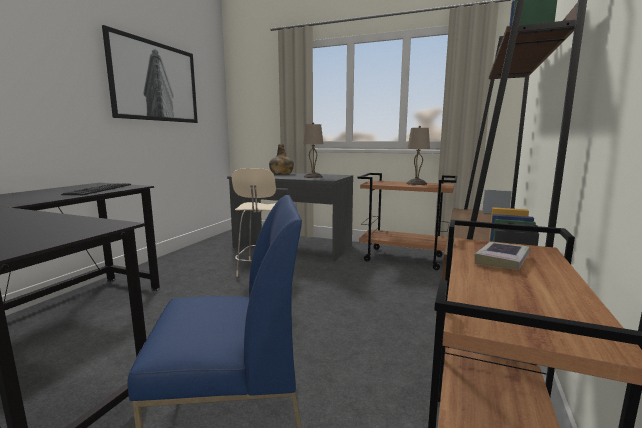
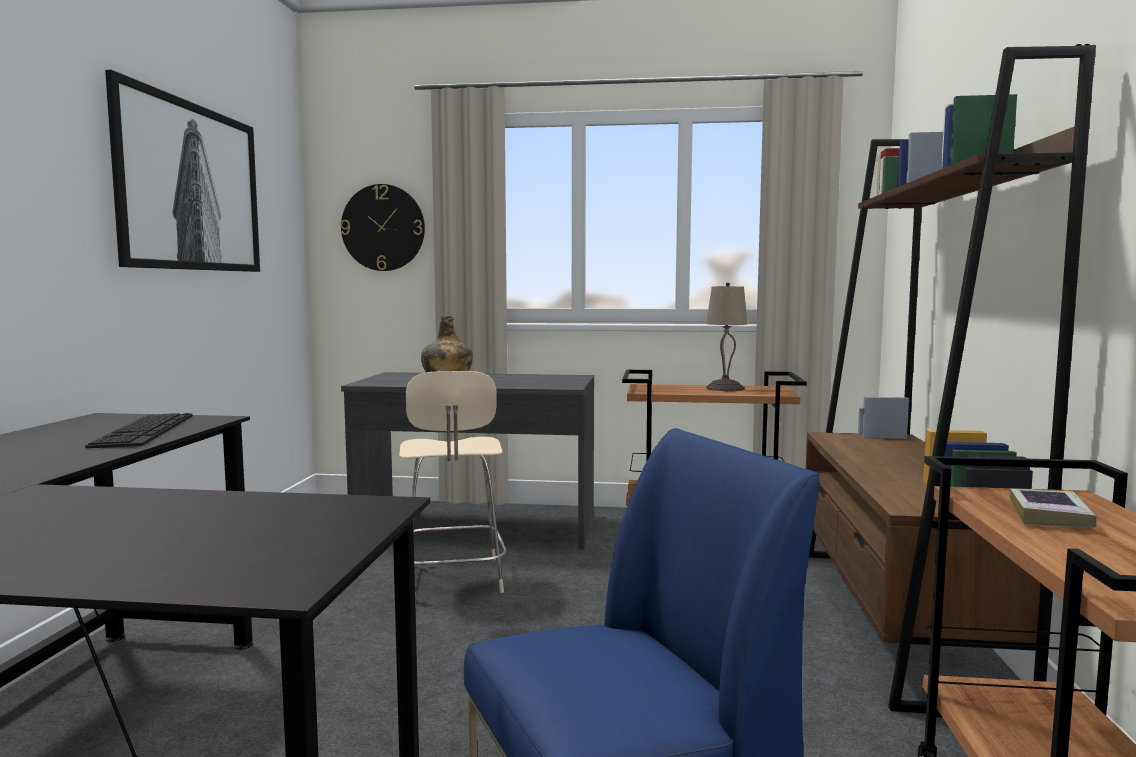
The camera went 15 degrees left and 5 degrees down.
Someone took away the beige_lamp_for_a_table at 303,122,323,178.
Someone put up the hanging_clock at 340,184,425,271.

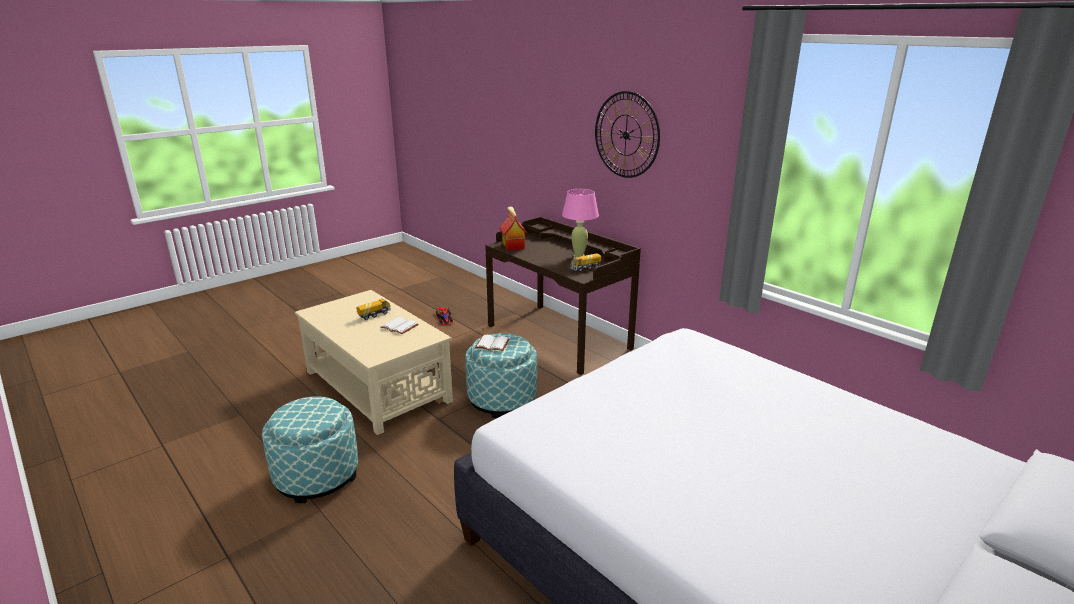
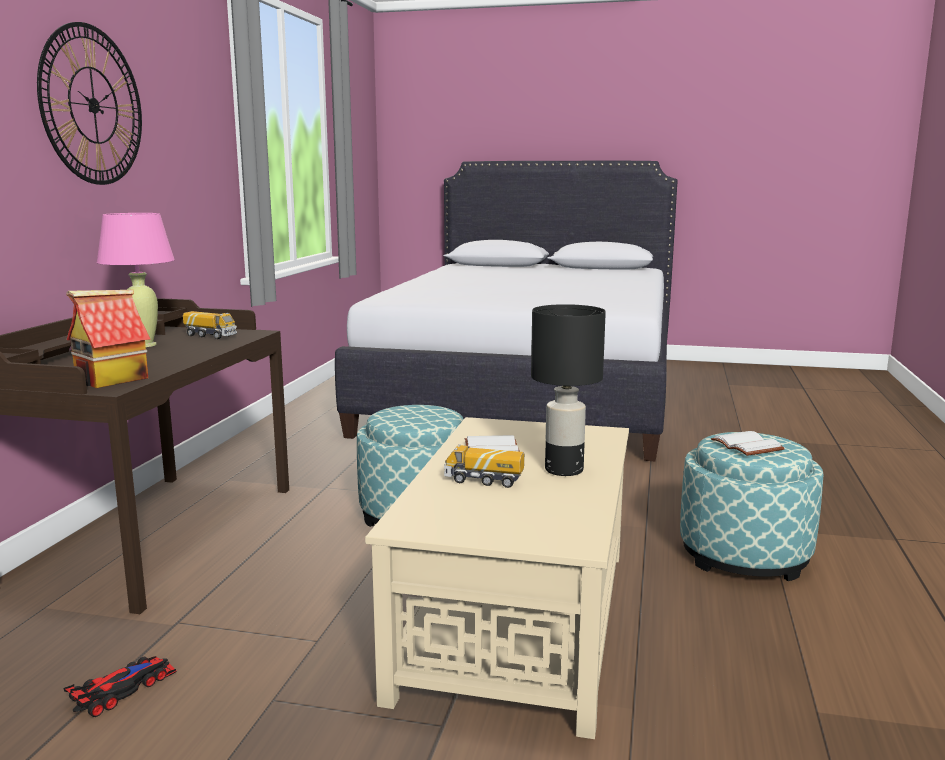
The camera went 125 degrees left and 10 degrees down.
Someone carried the whitish_bound_book from 475,335,509,351 to 711,431,785,456.
Someone put down the black-coloured_lamp_for_a_table at 531,304,606,476.

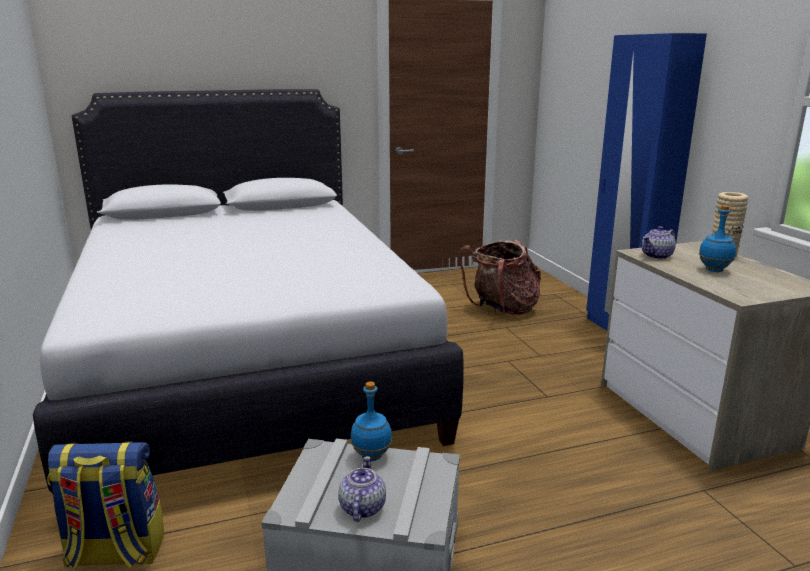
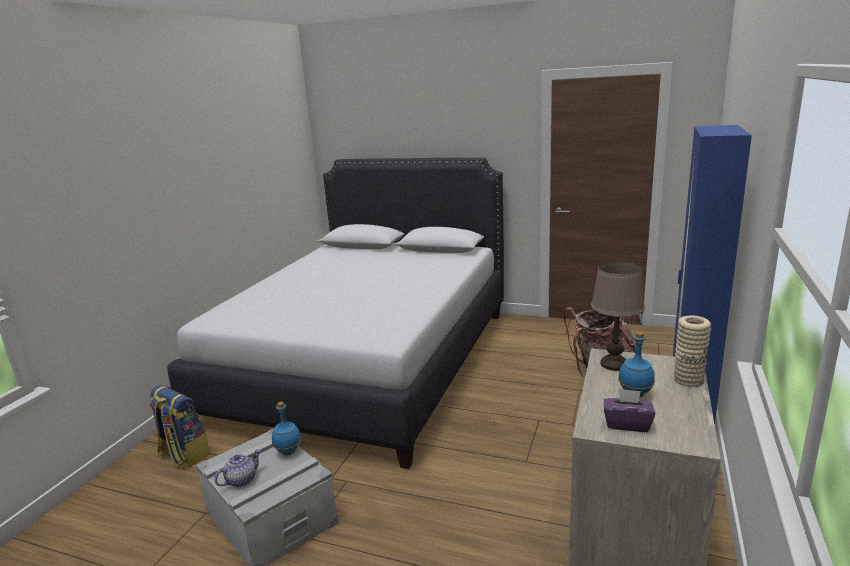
The camera went 40 degrees right and 0 degrees up.
Someone swapped the teapot at 642,226,676,259 for the brown-coloured_lamp_for_a_table at 591,261,645,371.
Someone put down the purple_tissue_holder at 604,389,655,432.

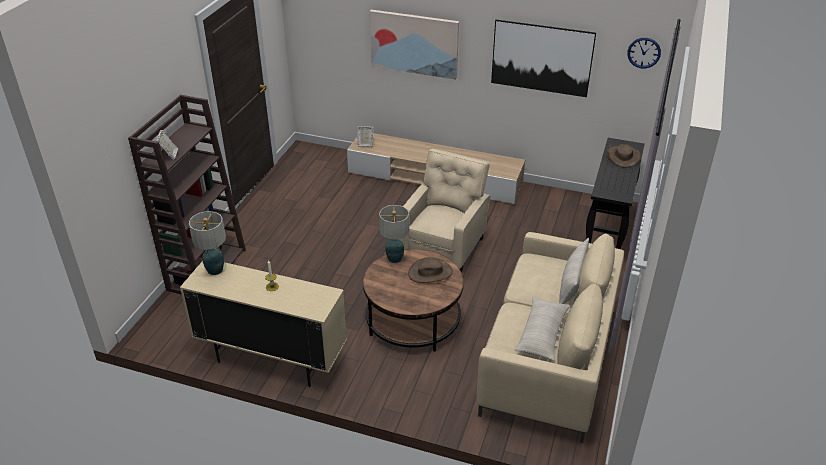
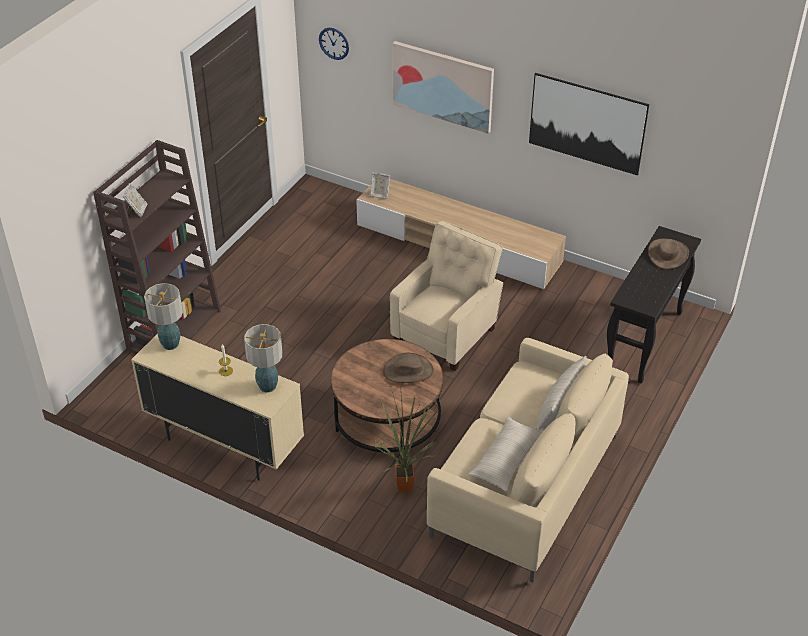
The camera went 10 degrees right and 5 degrees up.
Someone carried the hanging_clock from 627,38,661,68 to 319,28,349,60.
Someone carried the lamp_for_a_table from 379,205,409,263 to 244,324,282,392.
Someone put down the houseplant at 371,383,437,493.

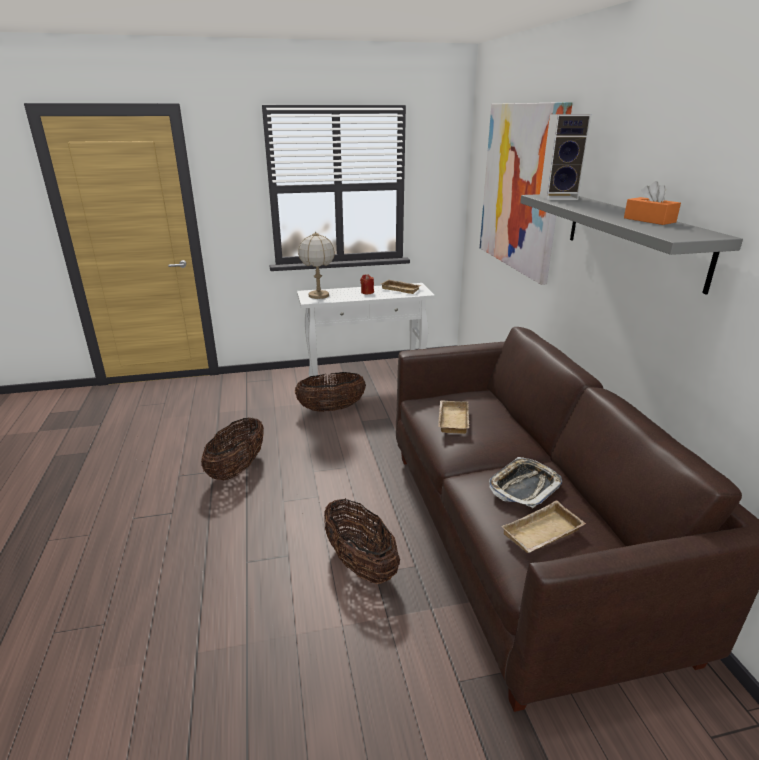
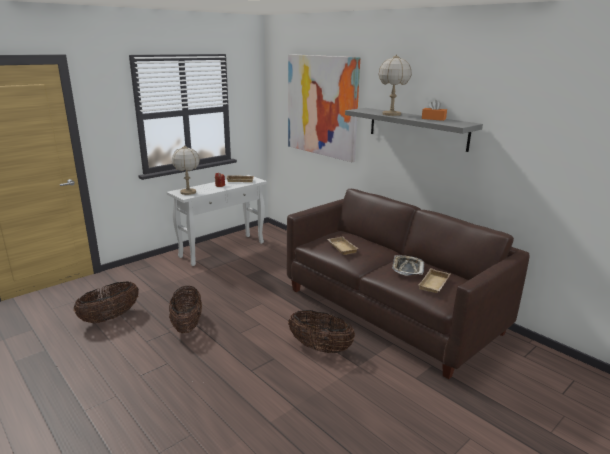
The camera went 30 degrees left and 5 degrees down.
Someone took away the speaker at 540,114,592,200.
Someone carried the basket from 295,372,366,412 to 74,281,139,323.
Someone put down the lamp_for_a_table at 379,54,411,116.

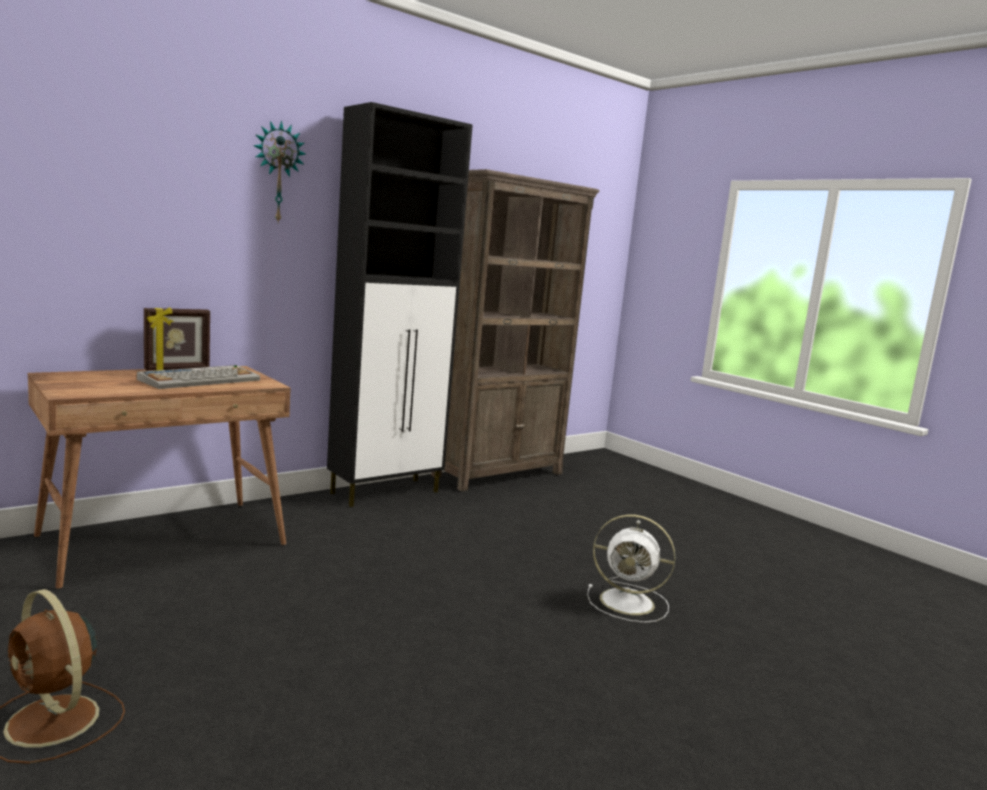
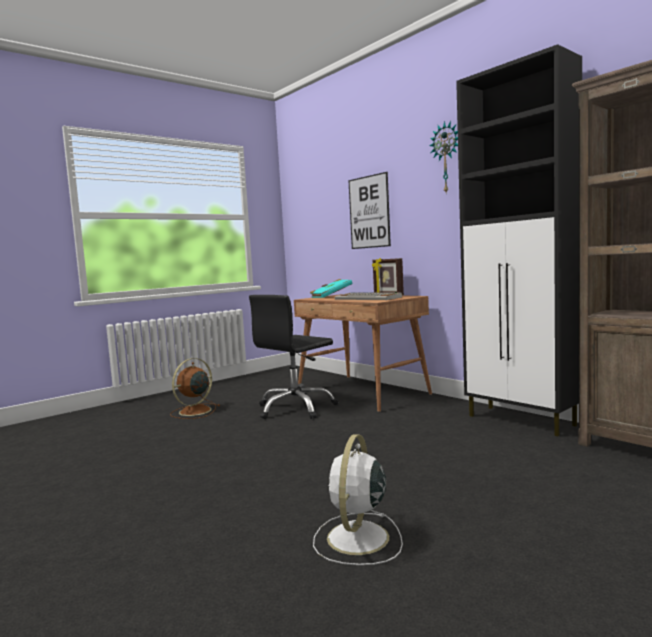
The camera went 90 degrees right and 5 degrees down.
Someone put up the wall_art at 348,172,391,249.
Someone put down the blue-green_bound_book at 310,279,353,298.
Someone put down the black-coloured_computer_chair at 249,295,338,419.

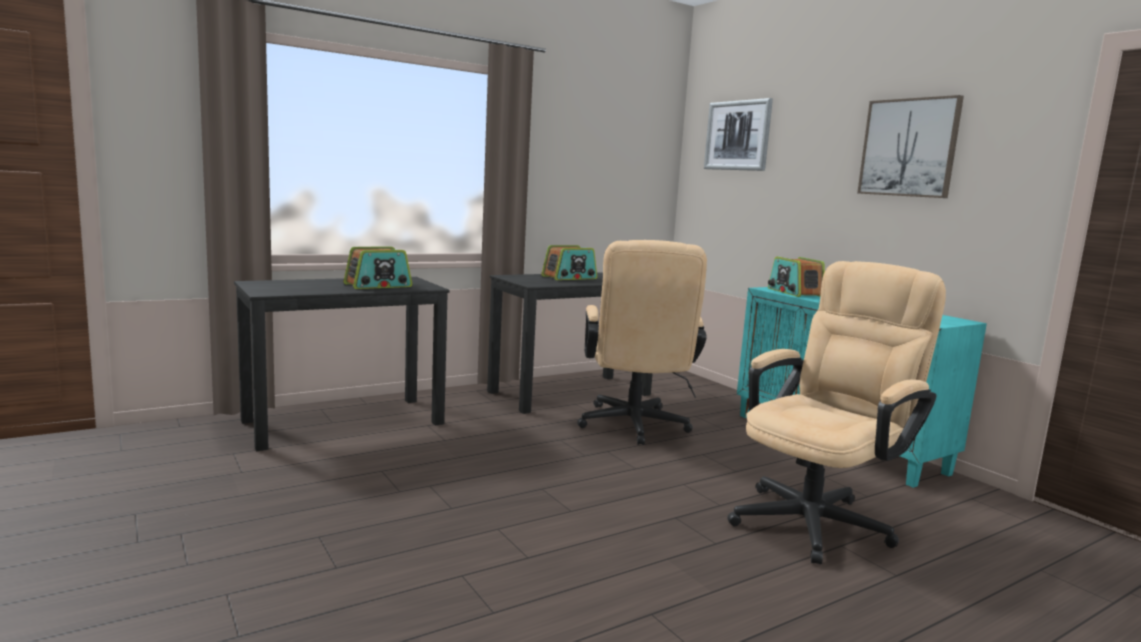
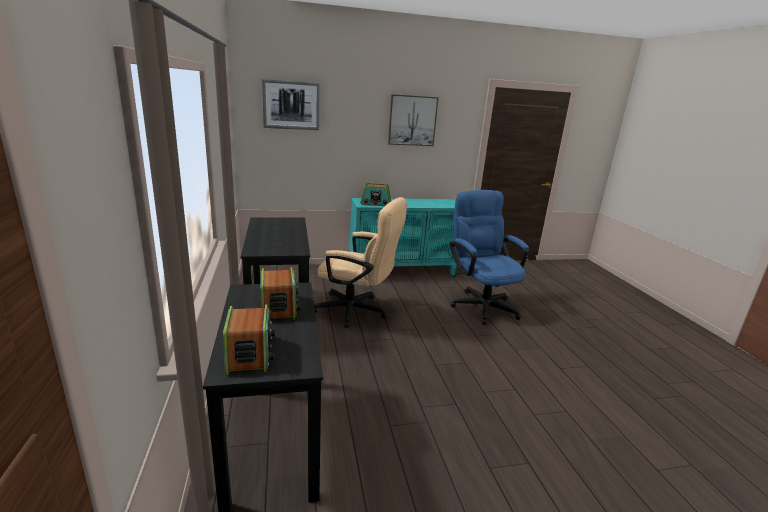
The camera went 70 degrees left and 10 degrees up.
Someone carried the radio_set from 541,245,597,280 to 223,305,275,375.
Someone repainted the beige_computer_chair at 727,261,946,564, which became the blue_computer_chair at 449,190,529,325.

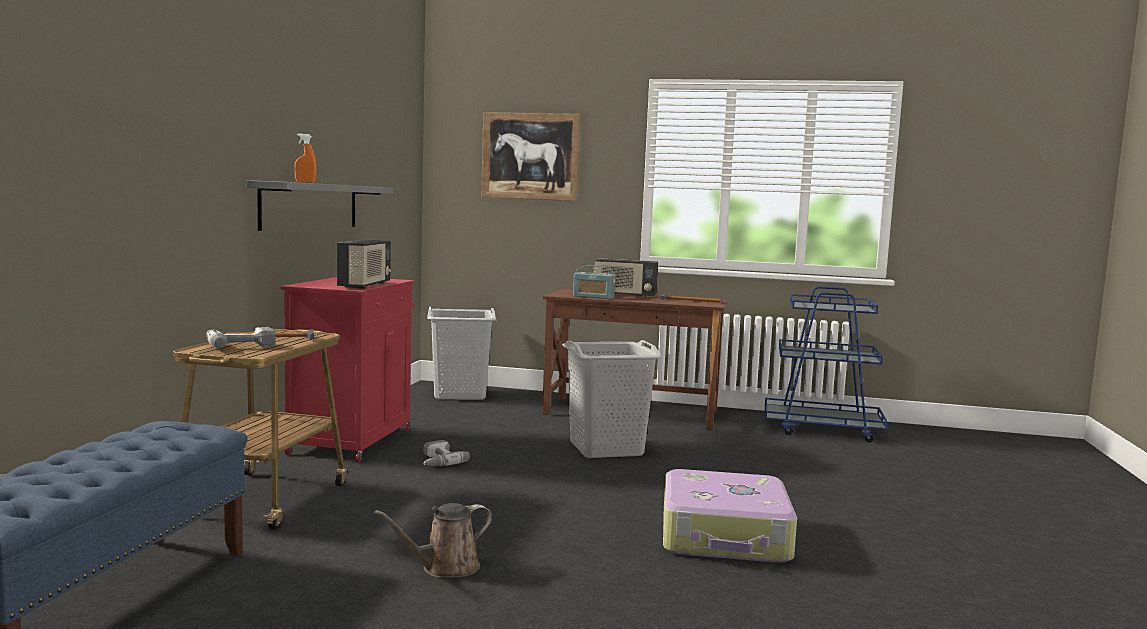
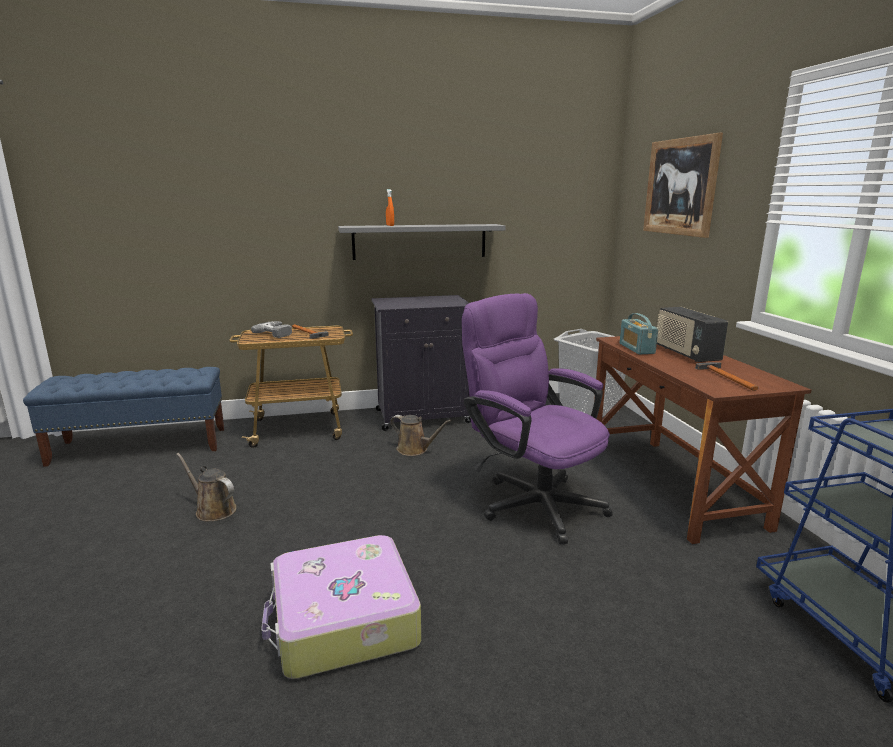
The camera went 65 degrees right and 10 degrees up.
Someone took away the radio_set at 337,240,391,289.
Someone repainted the red_cabinet at 281,277,415,463, which became the black-coloured_cabinet at 371,295,471,431.
Someone swapped the gray_hamper at 562,340,663,458 for the purple_computer_chair at 462,293,613,544.
Someone swapped the power_drill at 423,440,470,466 for the brown-coloured_watering_can at 390,415,452,456.

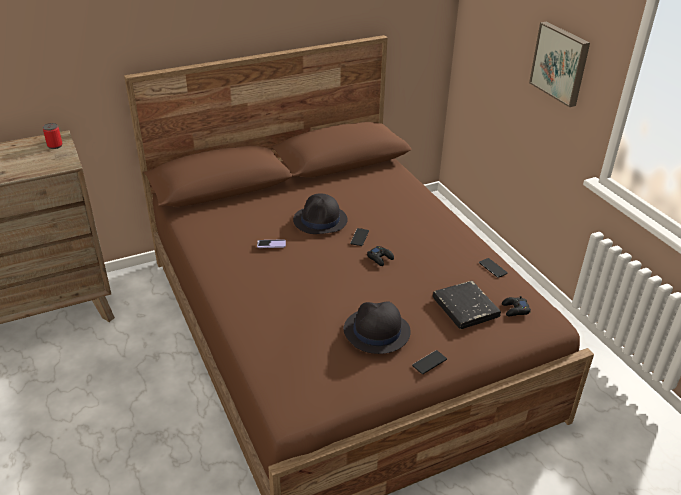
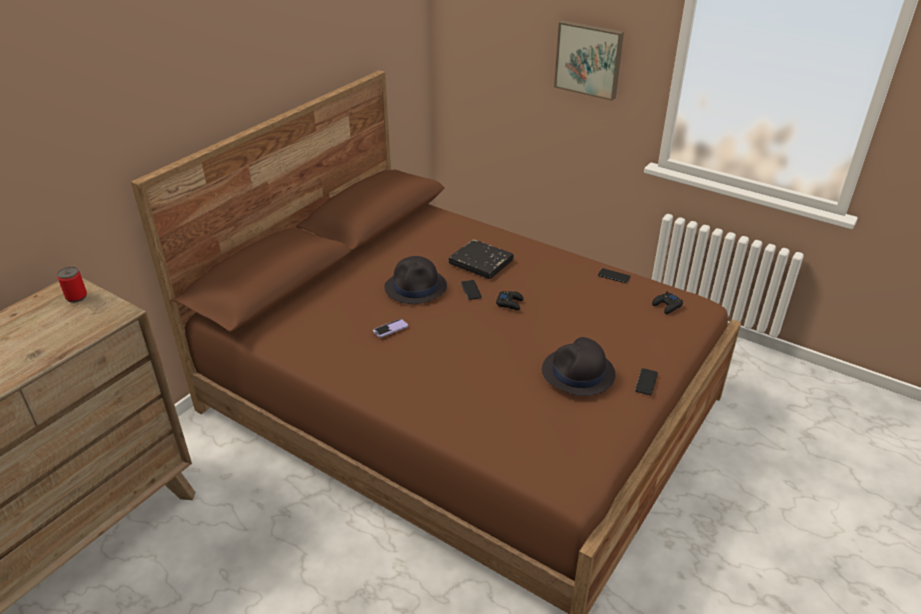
The camera went 30 degrees left and 0 degrees up.
Someone carried the black-coloured_bound_book from 433,281,501,329 to 449,239,514,279.

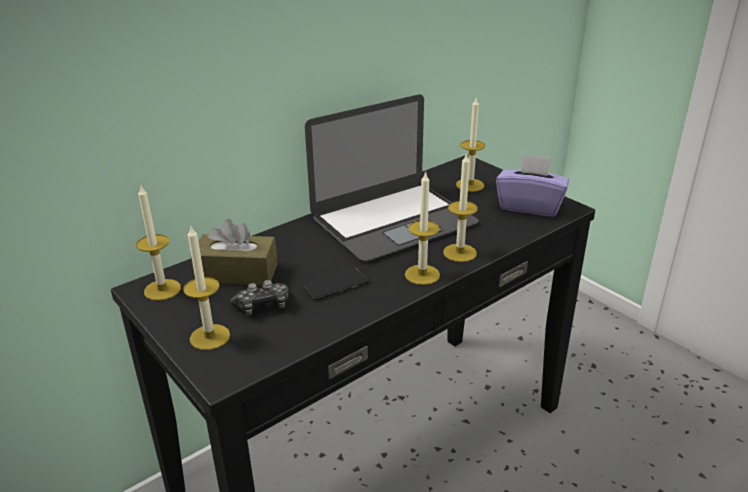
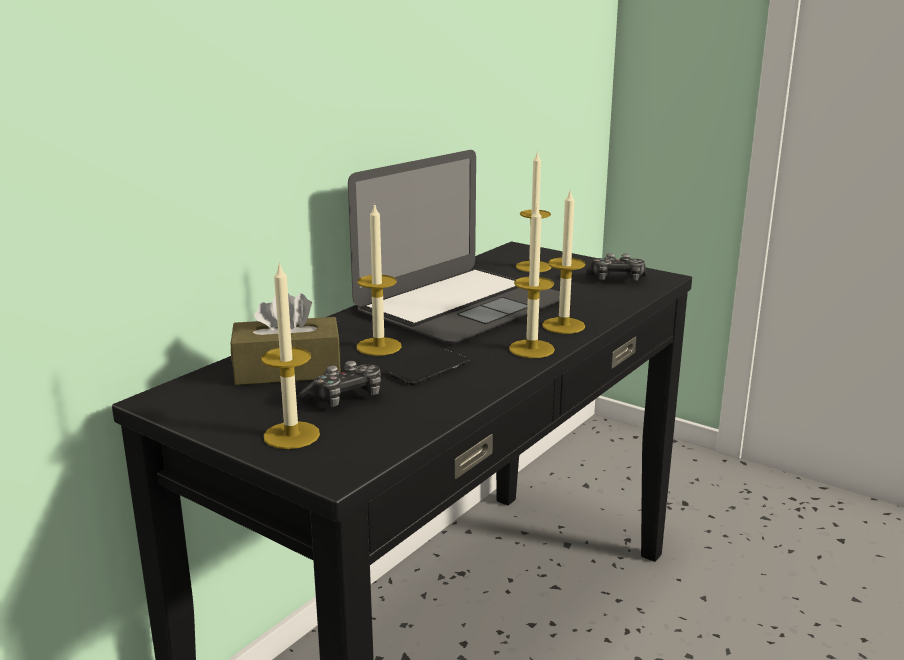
The camera went 15 degrees left and 10 degrees down.
Someone swapped the purple_tissue_holder at 496,154,569,217 for the gamepad at 586,253,646,281.
Someone carried the candle from 136,186,181,301 to 357,202,402,356.

